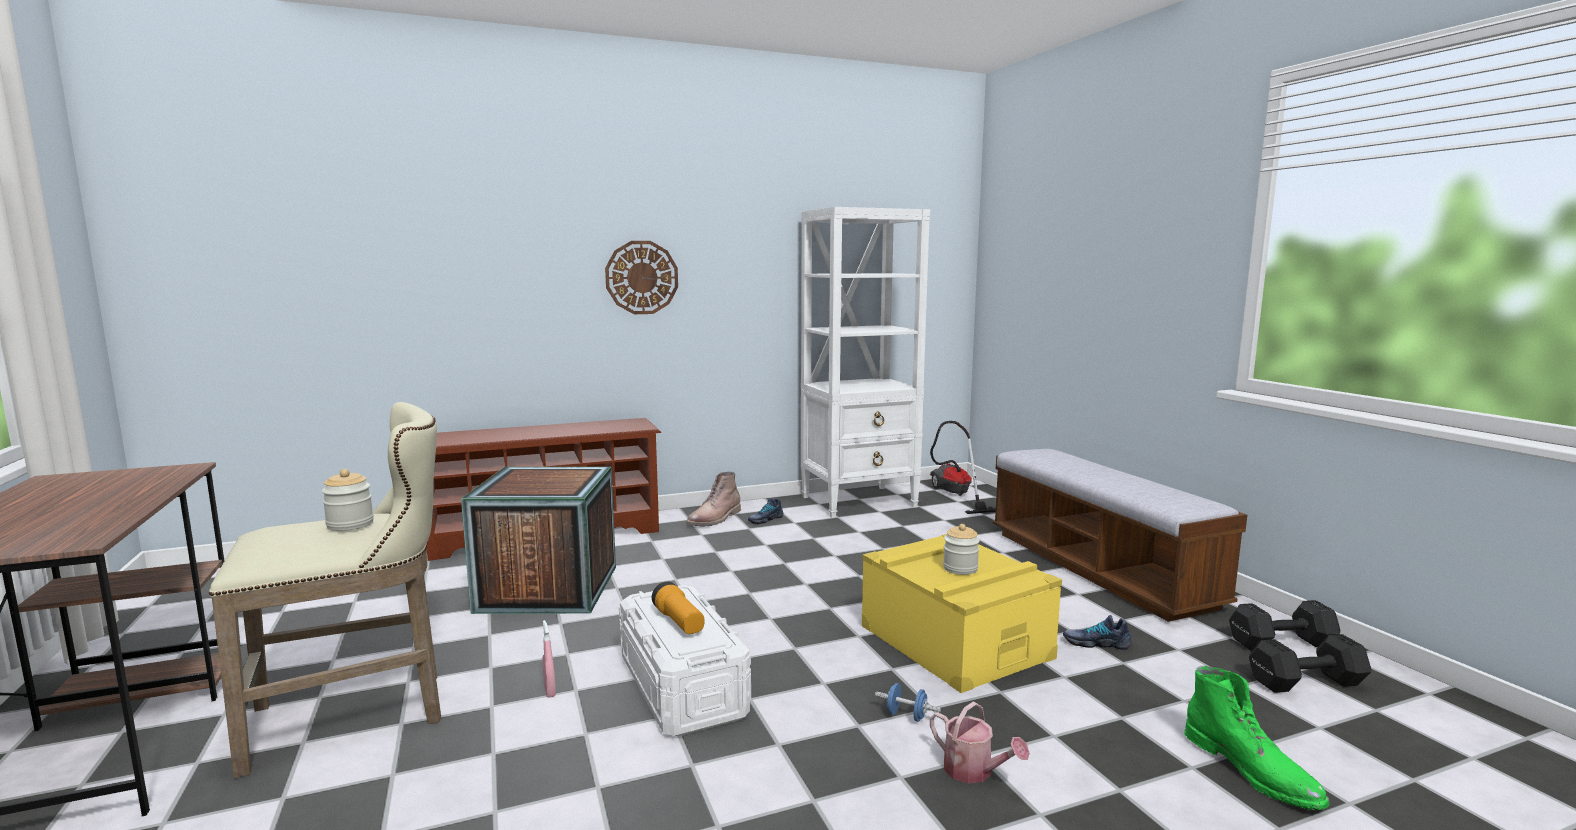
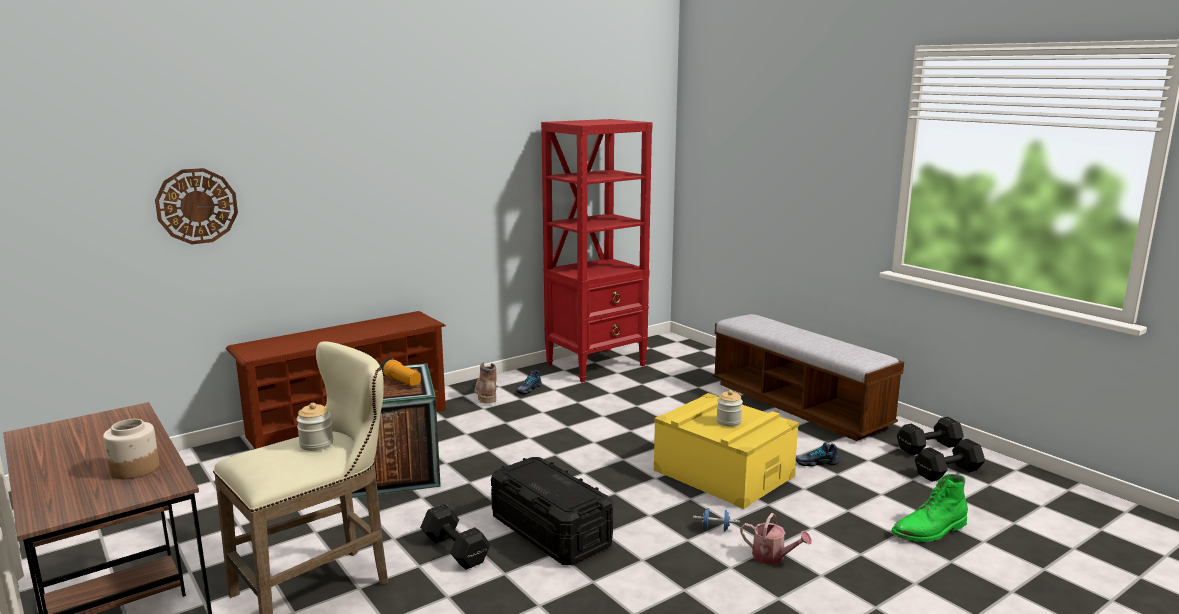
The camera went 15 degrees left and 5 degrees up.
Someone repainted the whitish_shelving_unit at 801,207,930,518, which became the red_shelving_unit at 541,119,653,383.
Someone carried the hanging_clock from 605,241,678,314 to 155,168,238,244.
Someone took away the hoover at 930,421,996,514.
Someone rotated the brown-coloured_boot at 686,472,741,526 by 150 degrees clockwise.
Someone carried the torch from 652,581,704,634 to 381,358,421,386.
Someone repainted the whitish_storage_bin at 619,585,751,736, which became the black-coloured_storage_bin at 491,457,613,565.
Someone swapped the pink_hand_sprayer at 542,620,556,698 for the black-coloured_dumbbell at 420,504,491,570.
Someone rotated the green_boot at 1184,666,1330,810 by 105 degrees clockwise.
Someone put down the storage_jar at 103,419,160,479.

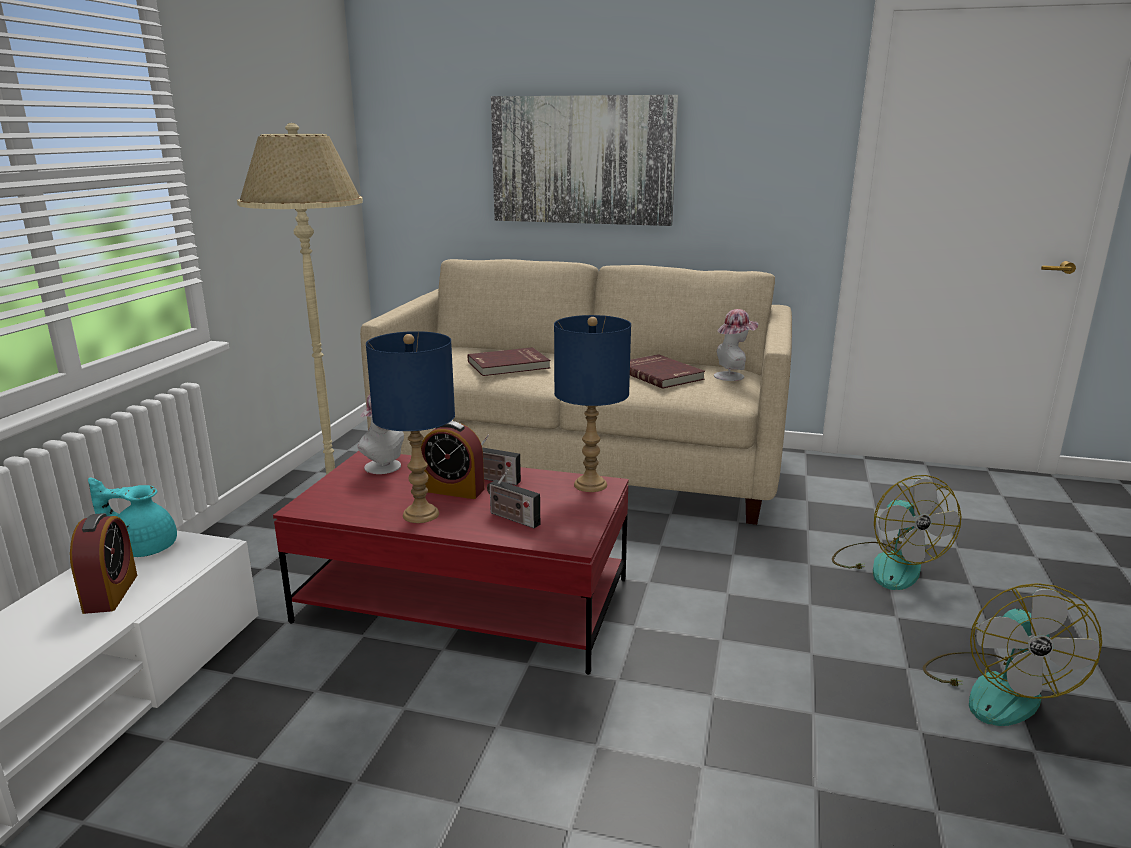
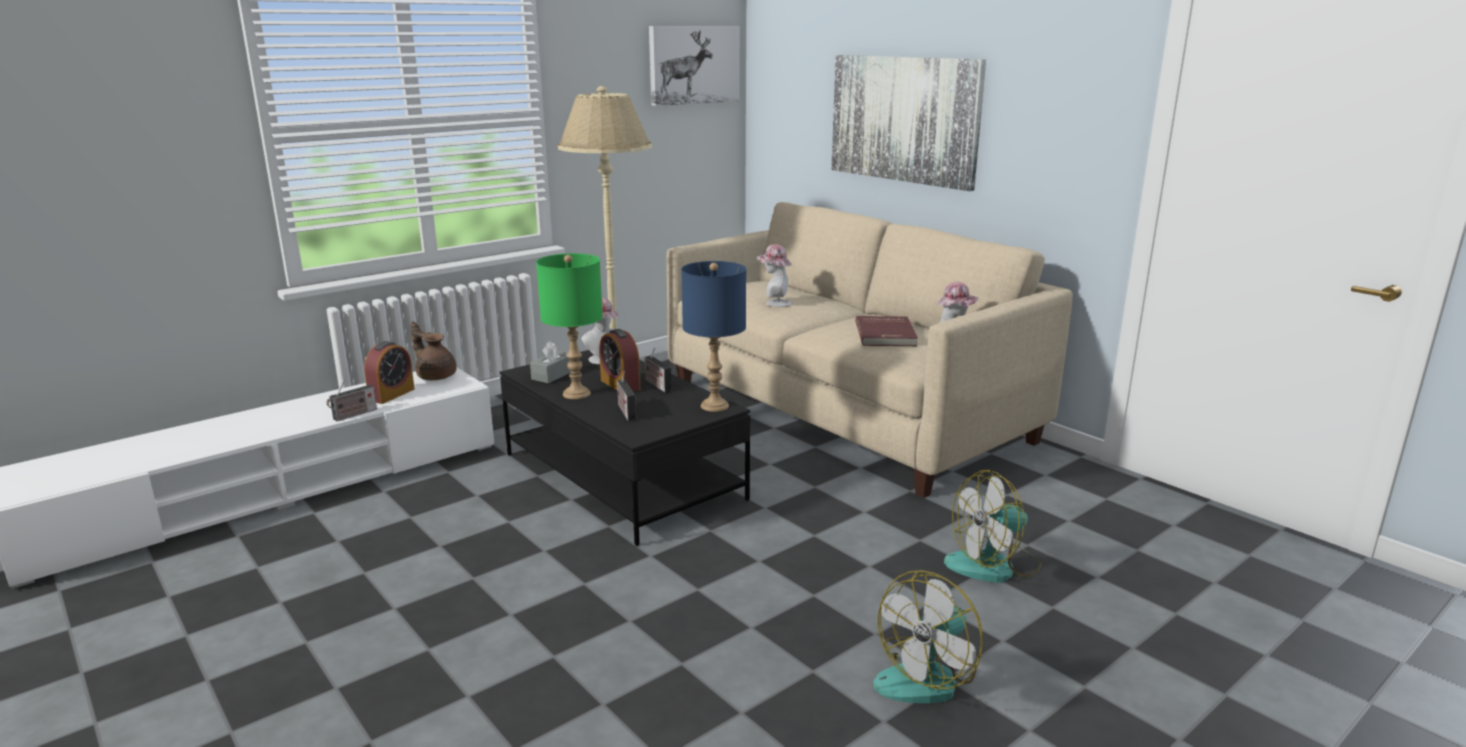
The camera went 35 degrees right and 0 degrees up.
Someone repainted the blue_lamp_for_a_table at 366,331,455,523, which became the green_lamp_for_a_table at 536,253,603,399.
Someone swapped the red_bound_book at 468,347,550,376 for the wearable_hat at 757,244,792,307.
Someone repainted the red_coffee_table at 273,451,629,675, which became the black-coloured_coffee_table at 500,350,750,546.
Someone rotated the cooling_fan at 832,475,961,590 by 45 degrees clockwise.
Someone repainted the blue-green_teapot at 88,477,177,557, which became the brown-coloured_teapot at 411,321,456,380.
Someone put up the wall_art at 649,26,740,106.
Someone put down the gray_tissue_holder at 530,341,571,383.
Someone put down the radio_set at 327,380,377,421.

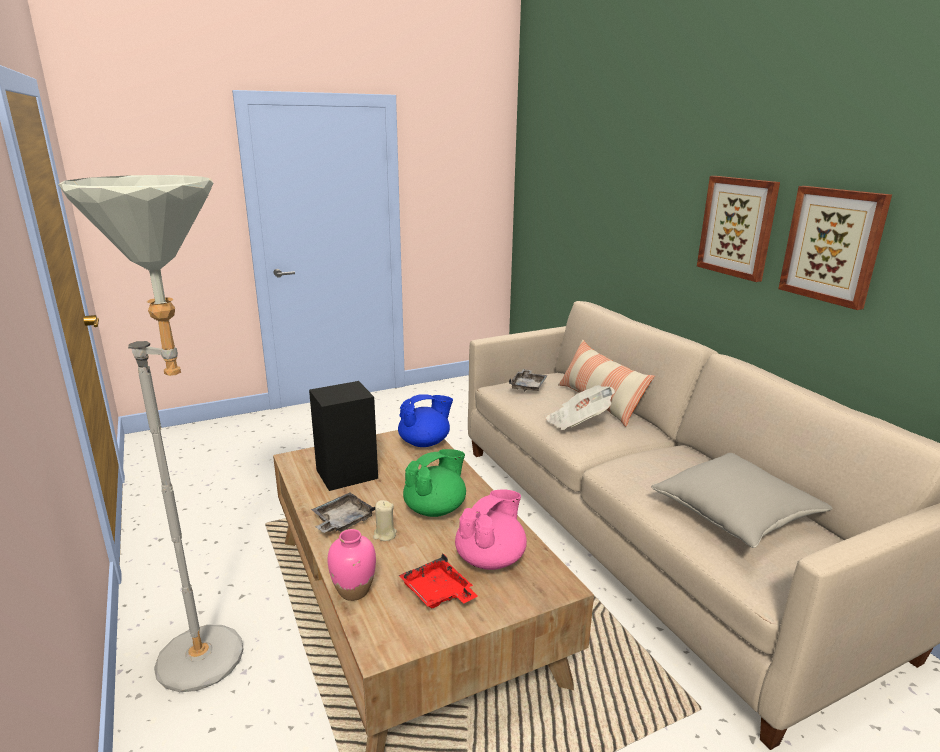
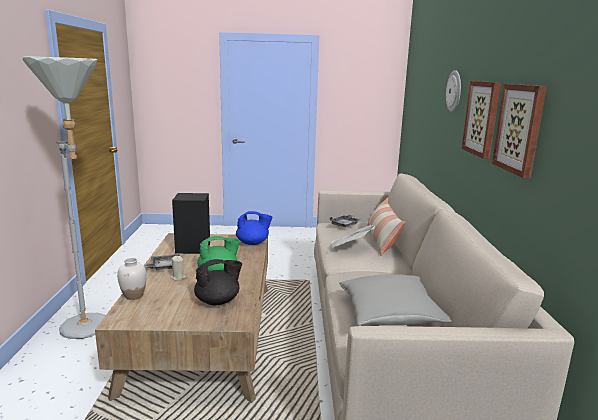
The camera went 25 degrees right and 5 degrees down.
Someone repainted the pink_teapot at 455,489,527,570, which became the black-coloured_teapot at 194,259,242,305.
Someone repainted the pink_decorative_vase at 327,529,376,601, which became the whitish_decorative_vase at 117,258,147,300.
Someone took away the red_serving_tray at 399,553,478,609.
Someone put up the hanging_clock at 446,70,461,112.

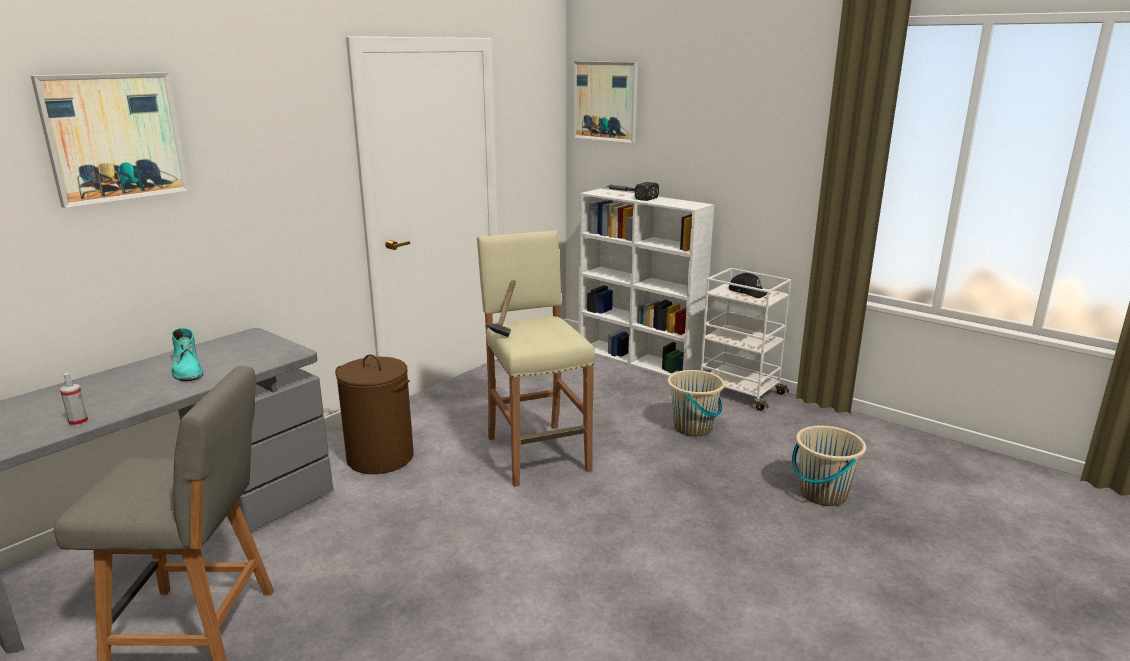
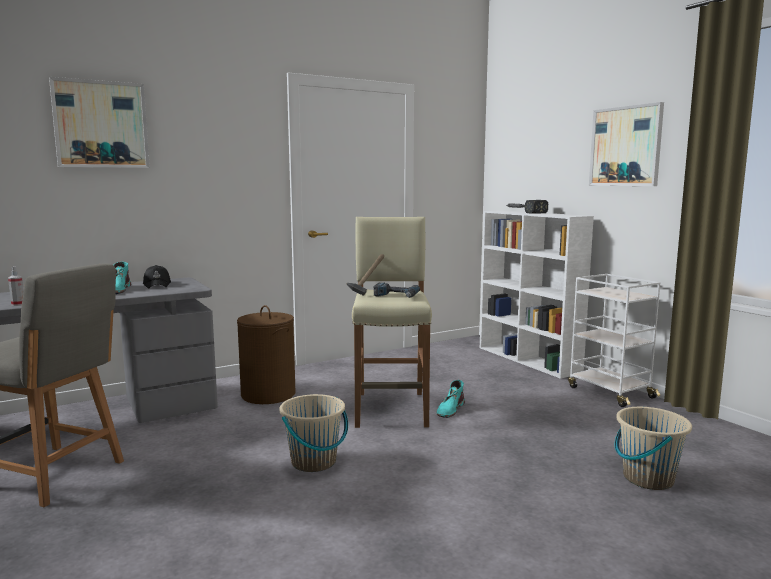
The camera went 20 degrees right and 10 degrees down.
Someone carried the wall_art from 573,61,638,143 to 589,102,664,186.
Someone carried the black-coloured_peaked_cap from 729,273,767,298 to 143,265,171,288.
Someone carried the beige_pail from 667,370,725,436 to 279,394,348,472.
Someone put down the power_drill at 373,282,420,298.
Someone put down the blue-green_boot at 436,380,465,418.

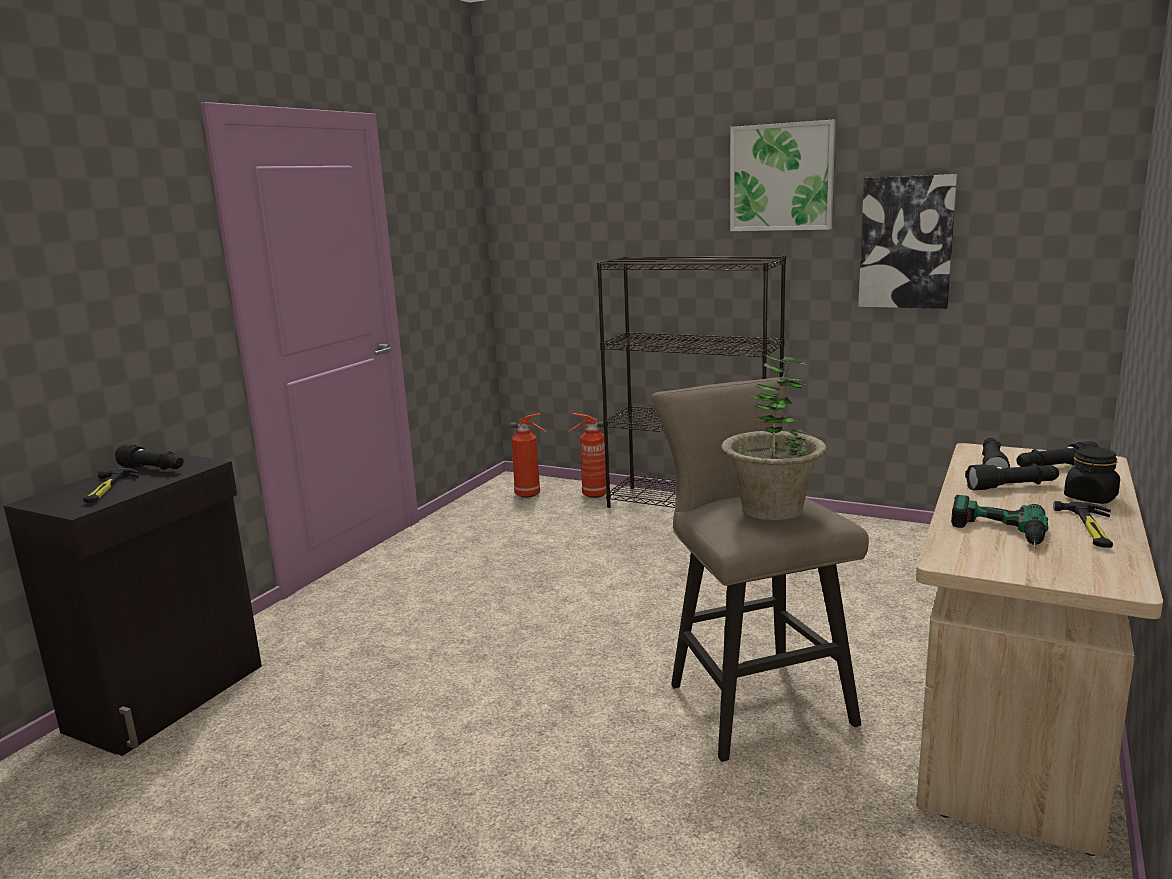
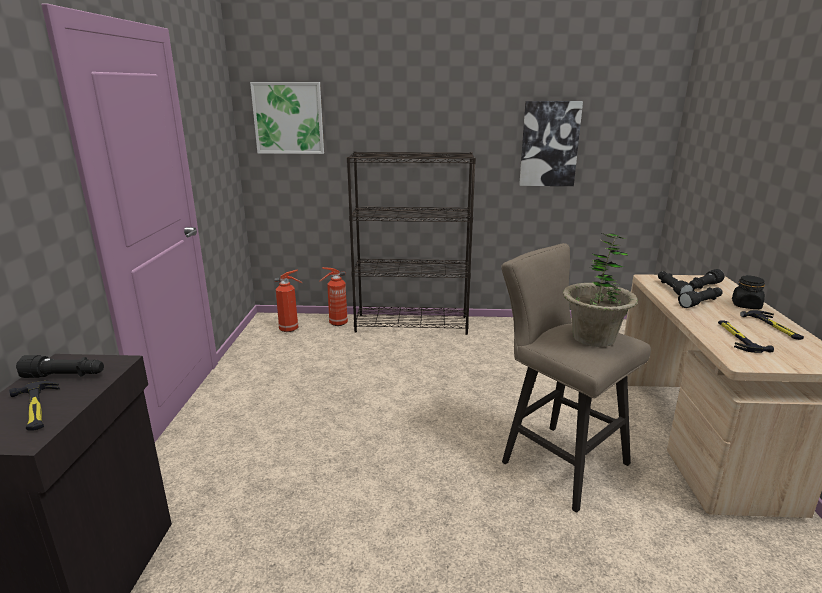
The camera went 25 degrees left and 5 degrees up.
Someone carried the wall_art from 730,119,836,231 to 250,82,324,154.
Someone swapped the power_drill at 951,495,1048,549 for the hand_hammer at 718,321,774,353.

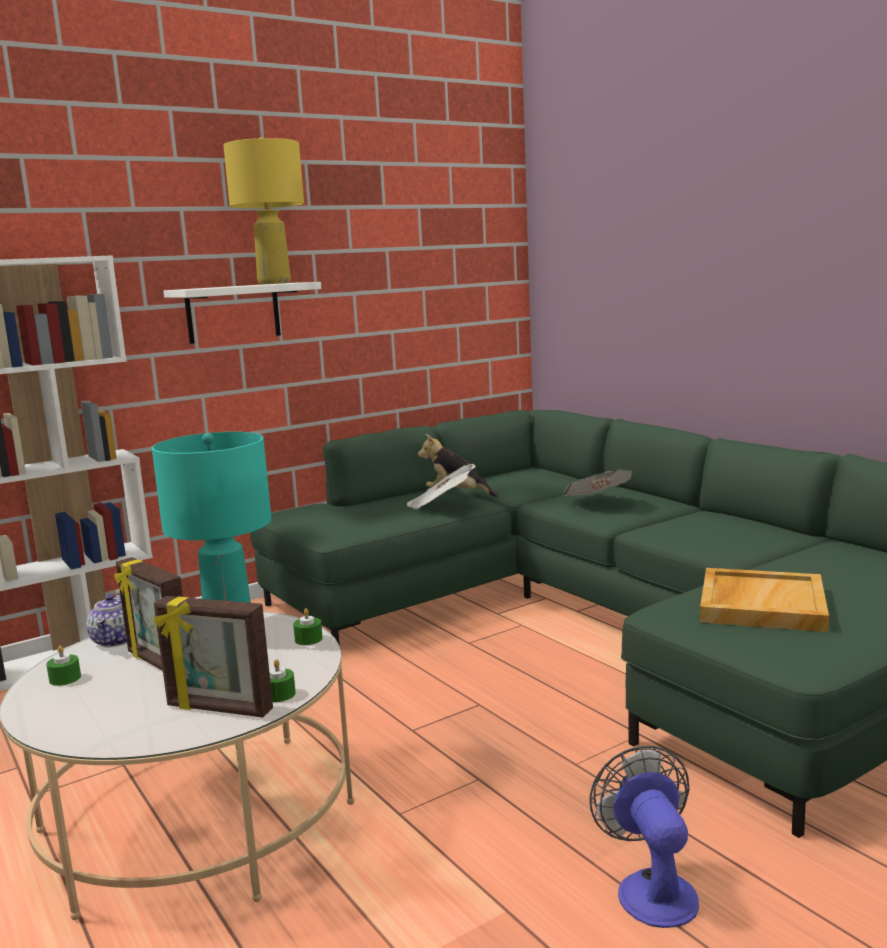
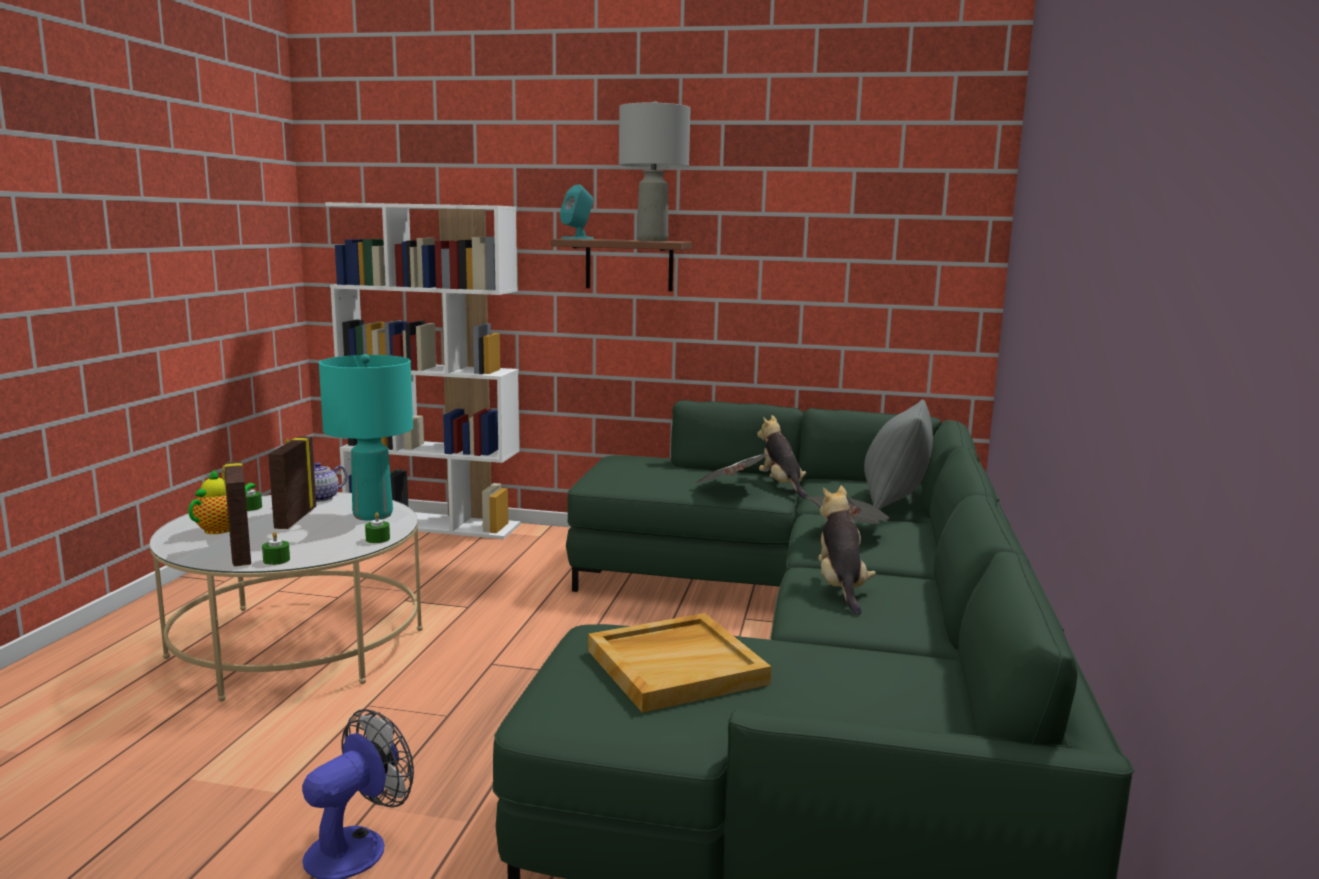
The camera went 45 degrees right and 0 degrees up.
Someone repainted the yellow-coloured_lamp_for_a_table at 223,137,304,285, which became the gray_lamp_for_a_table at 619,101,691,241.
Someone repainted the whitish_wall_shelf at 163,282,321,344, which became the brown-coloured_wall_shelf at 550,239,692,291.
Someone put down the blue-green_speaker at 560,185,594,239.
Someone put down the gray_pillow at 864,399,933,510.
Someone put down the teapot at 188,469,256,534.
Someone put down the plush_toy at 818,485,876,615.

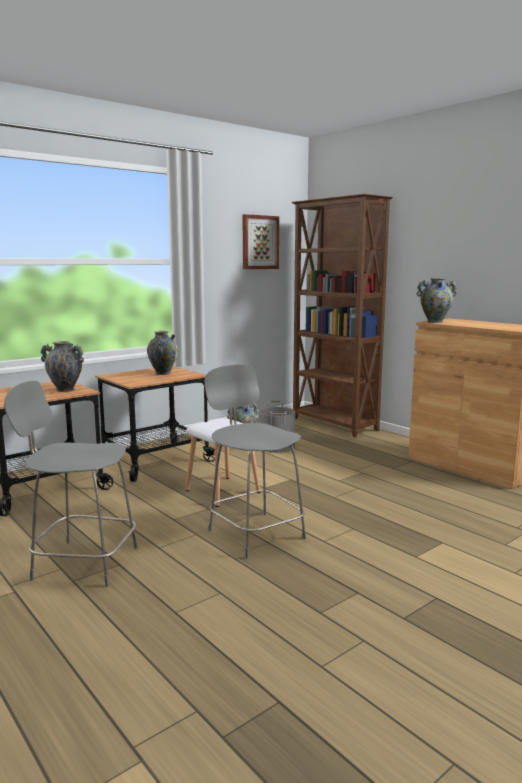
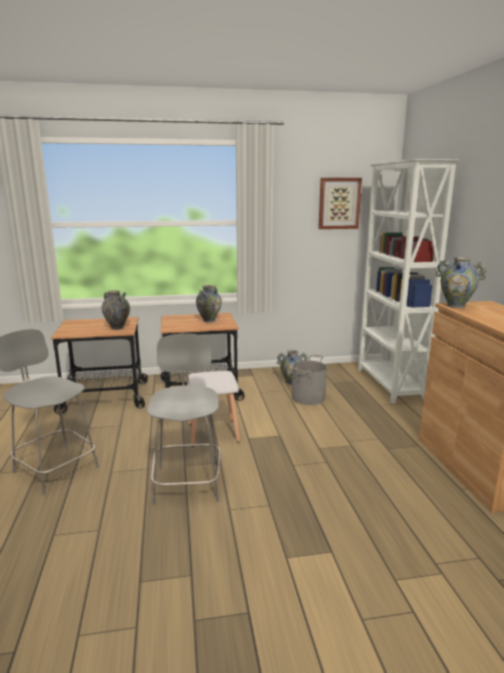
The camera went 30 degrees right and 5 degrees up.
Someone repainted the brown-coloured_shelving_unit at 291,194,393,437, which became the whitish_shelving_unit at 358,159,459,404.

